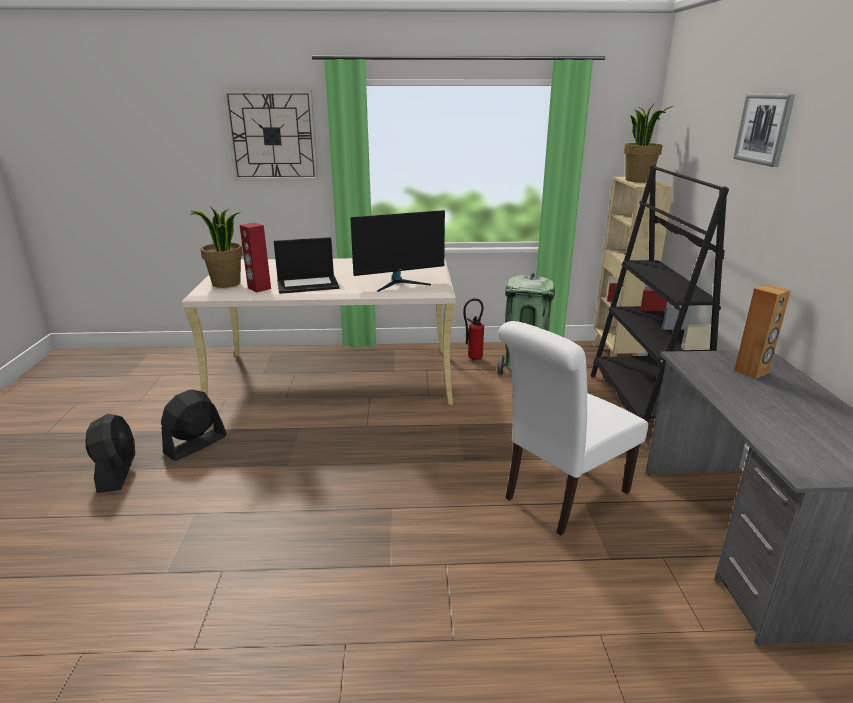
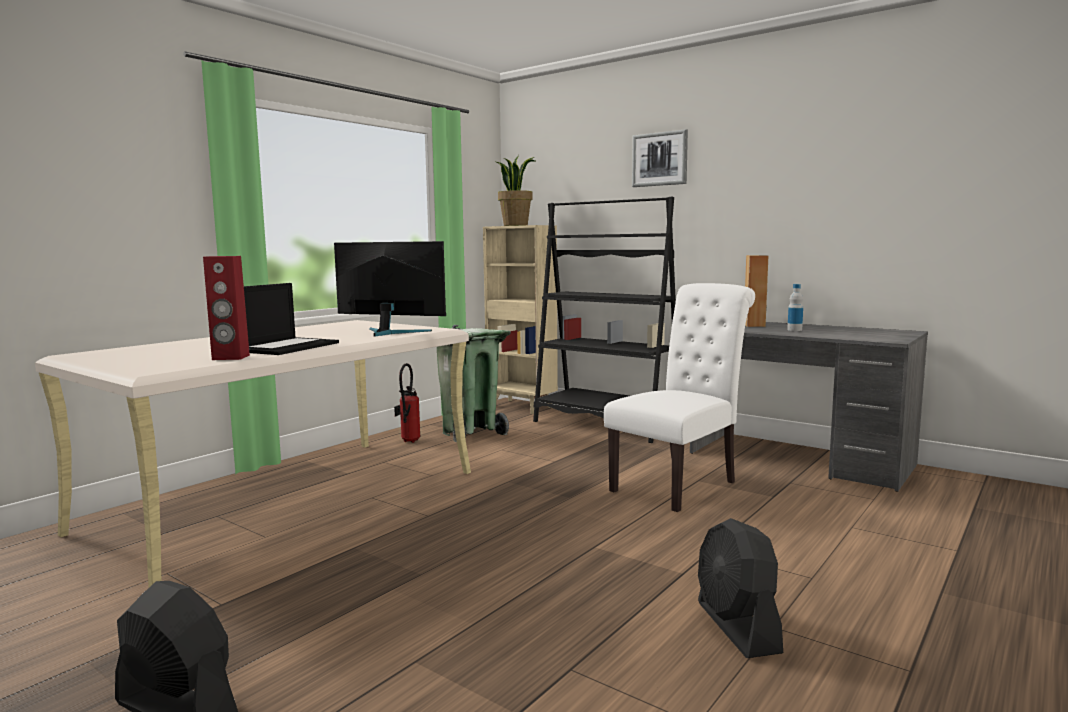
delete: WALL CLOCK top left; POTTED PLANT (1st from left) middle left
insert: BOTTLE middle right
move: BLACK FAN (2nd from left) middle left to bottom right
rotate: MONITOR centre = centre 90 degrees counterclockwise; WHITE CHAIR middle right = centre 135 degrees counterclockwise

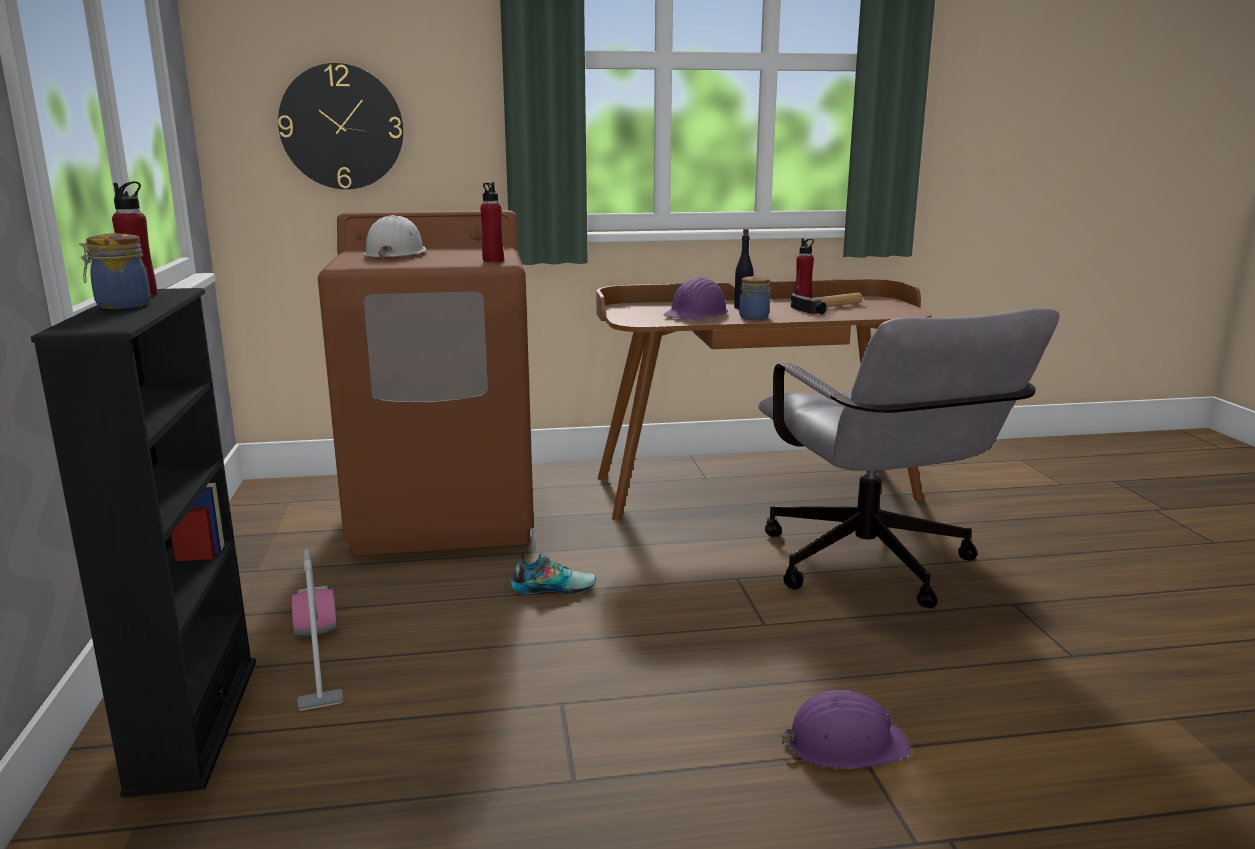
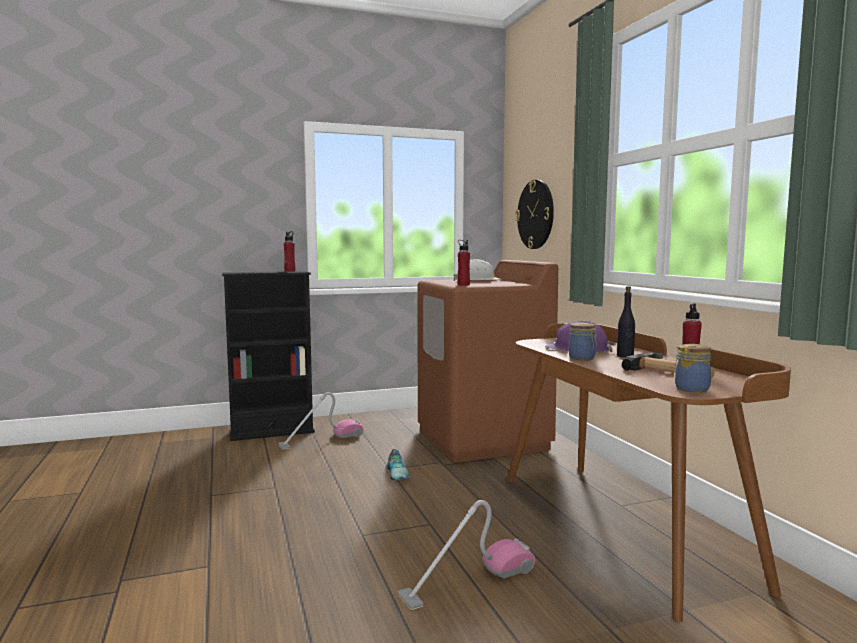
delete: PURPLE HARD HAT (2nd from left) bottom right
move: JAR (1st from left in the first image) top left to JAR (2nd from left) middle right
replace: GREY OFFICE CHAIR middle right to VACUUM CLEANER (2nd from left) bottom centre

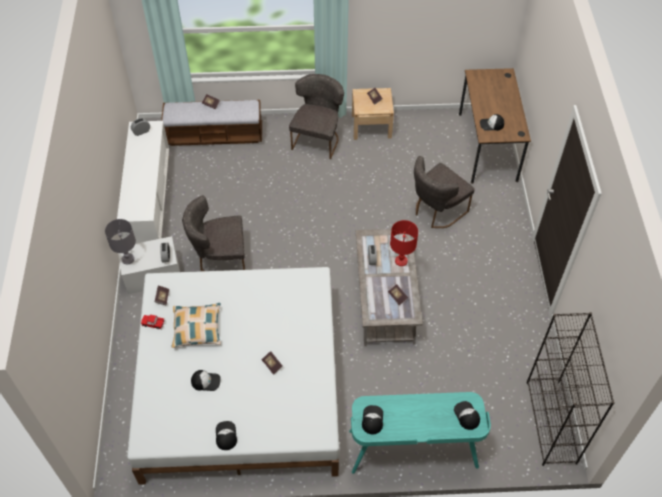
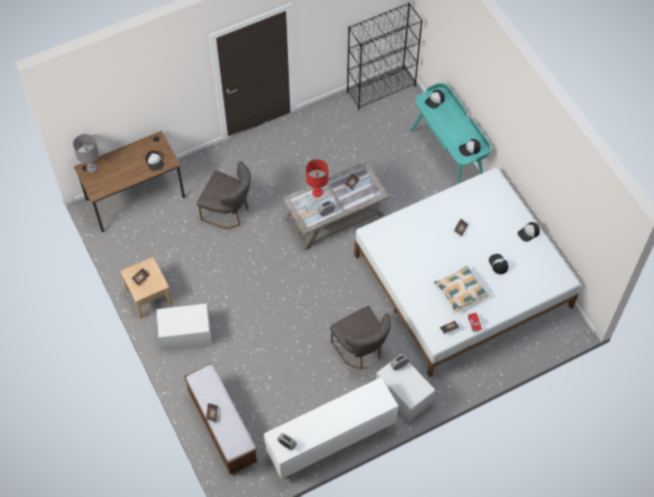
move: GREY TABLE LAMP middle left to top left
replace: GREY CHAIR (2nd from left) top centre to WHITE STORAGE BOX (1st from left) middle left

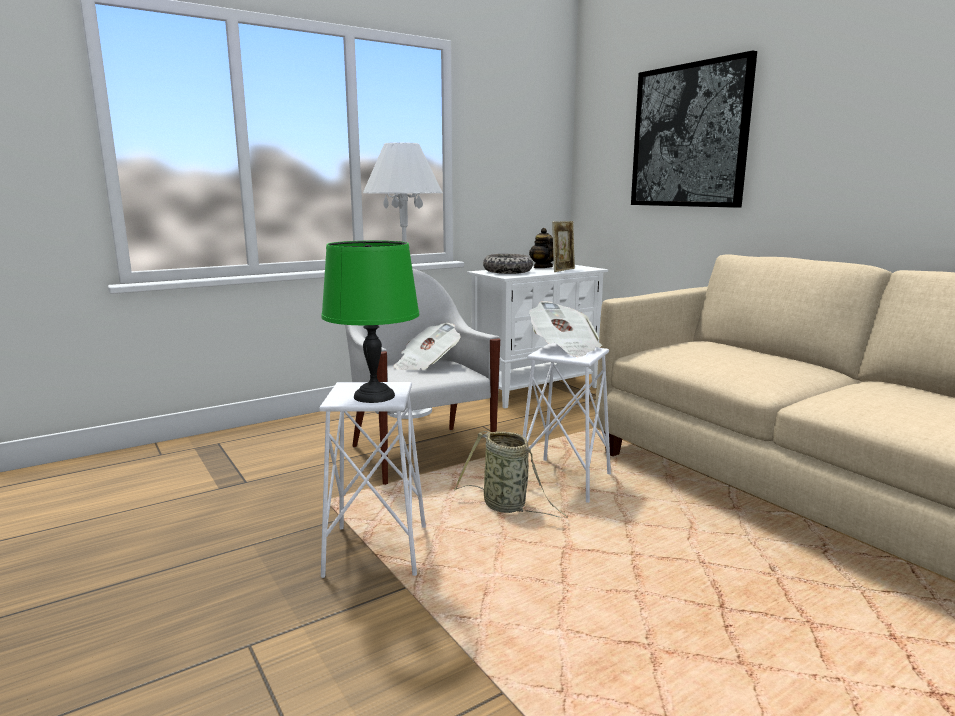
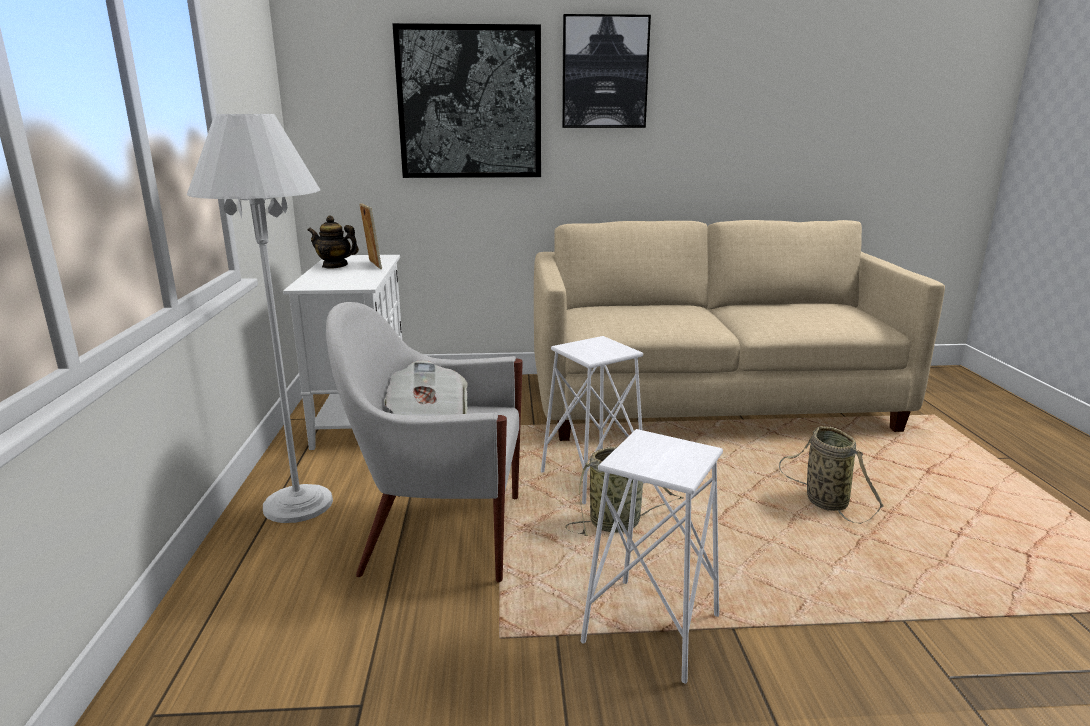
delete: GREEN TABLE LAMP centre; BOWL centre; NEWSPAPER (2nd from left) centre
insert: PICTURE (2nd from left) top centre; BASKET (2nd from left) middle right

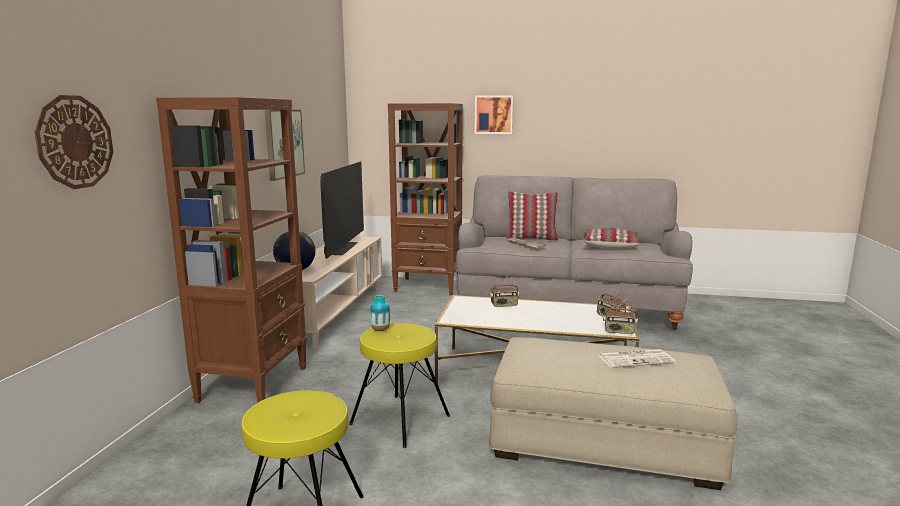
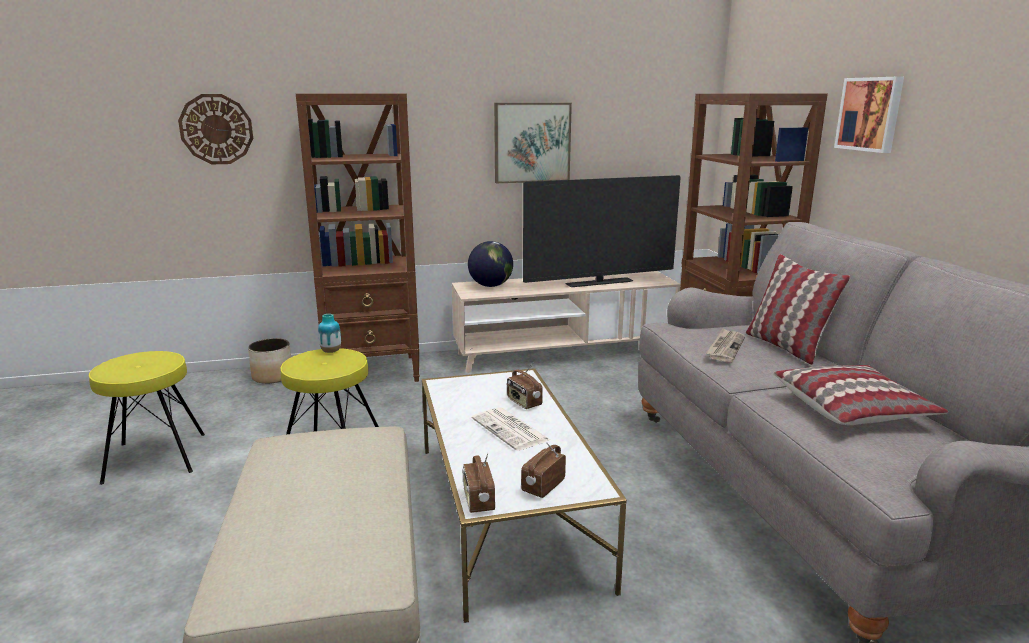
insert: PLANTER middle left
move: NEWSPAPER (2nd from left in the first image) bottom right to NEWSPAPER (1st from left) bottom centre

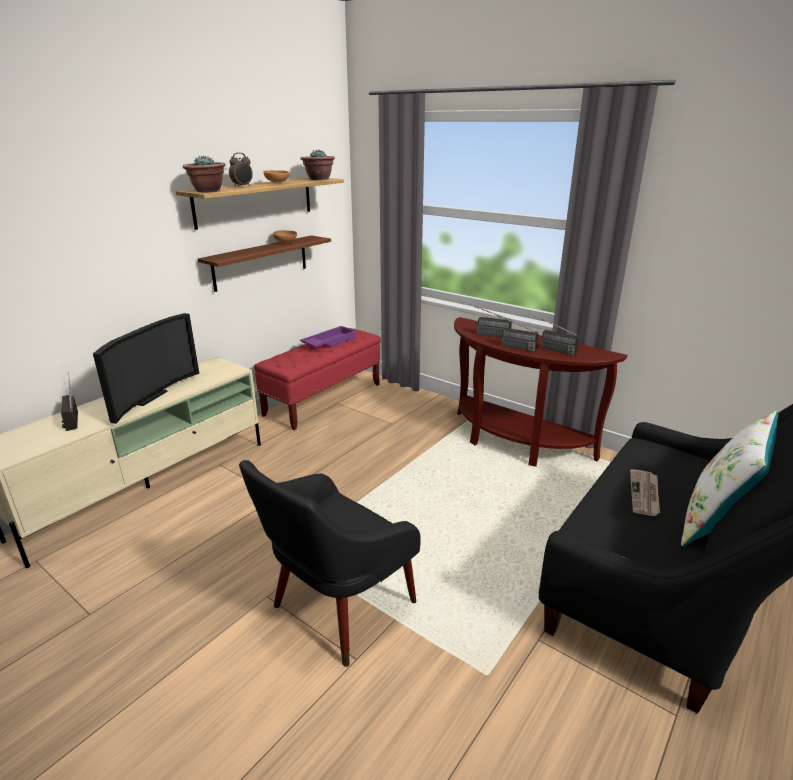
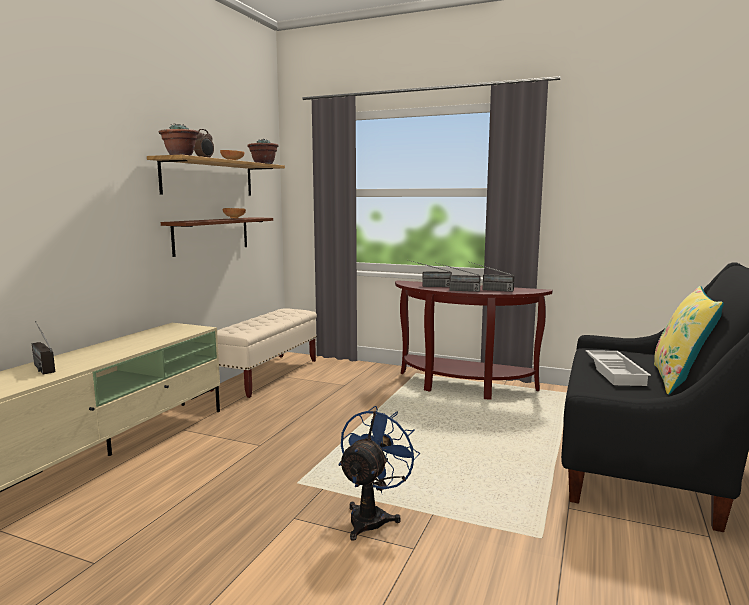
delete: TELEVISION middle left; PURPLE TRAY centre
replace: BLACK ARMCHAIR bottom centre to BLUE FAN bottom centre; NEWSPAPER middle right to WHITE TRAY middle right
recolor: RED BENCH centre to BEIGE BENCH centre; WHITE PILLOW middle right to YELLOW PILLOW middle right

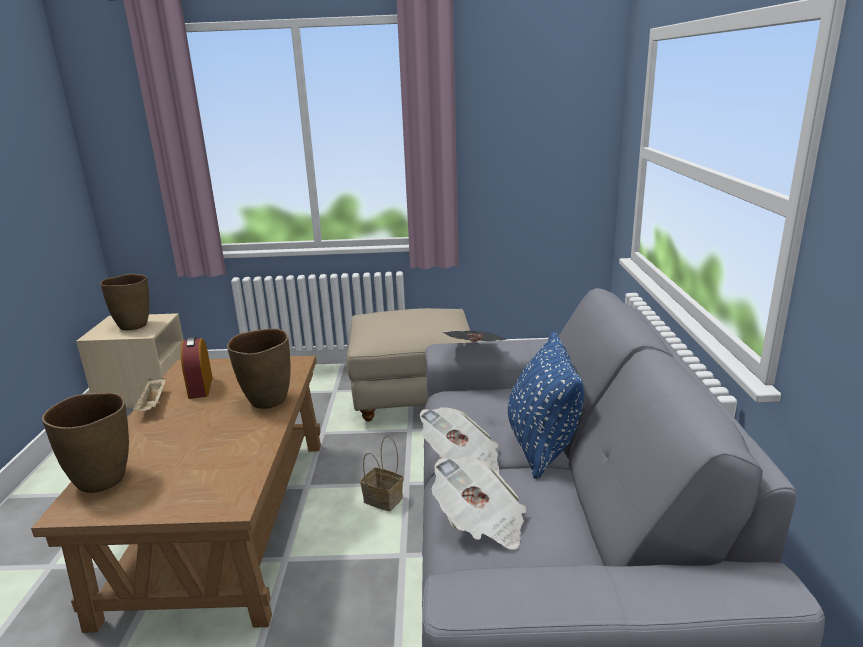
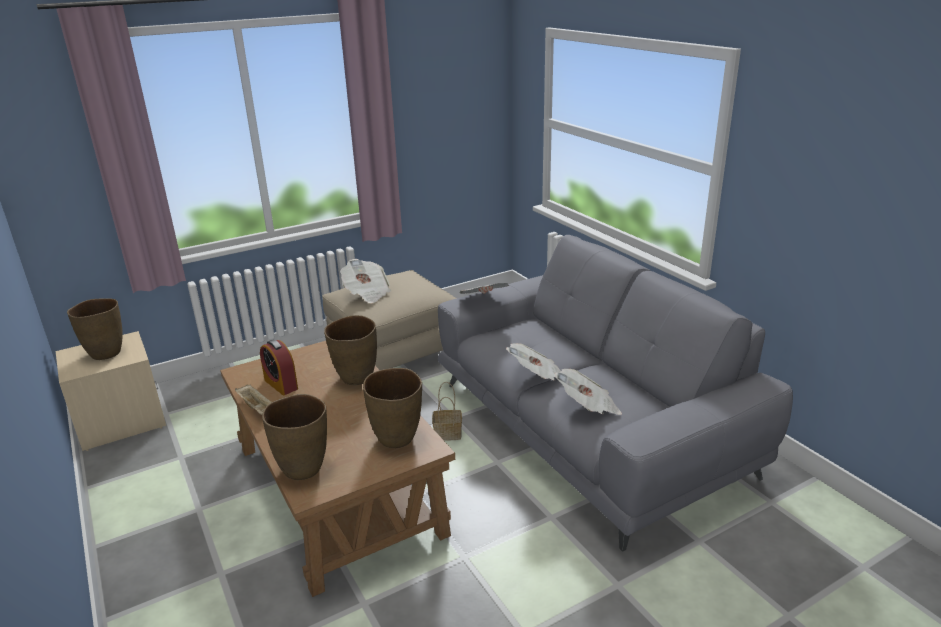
delete: BLUE PILLOW centre
insert: NEWSPAPER (1st from left) centre; BROWN VASE (4th from left) centre

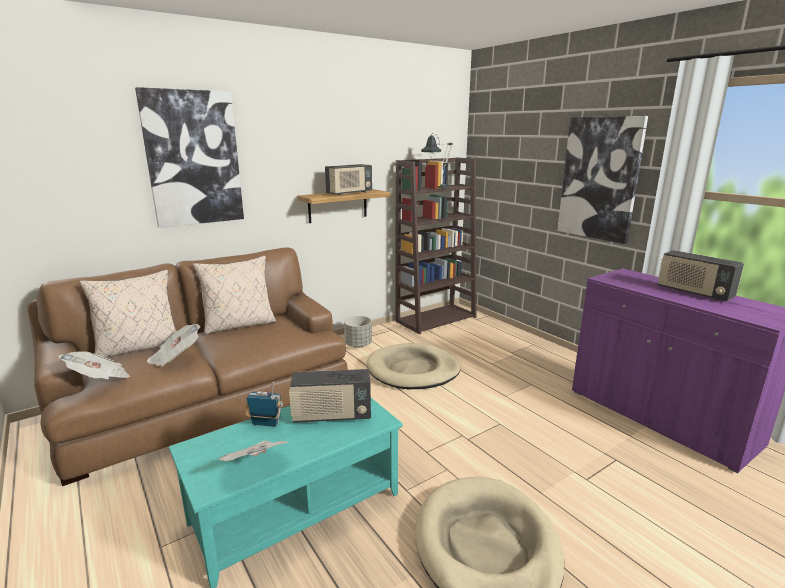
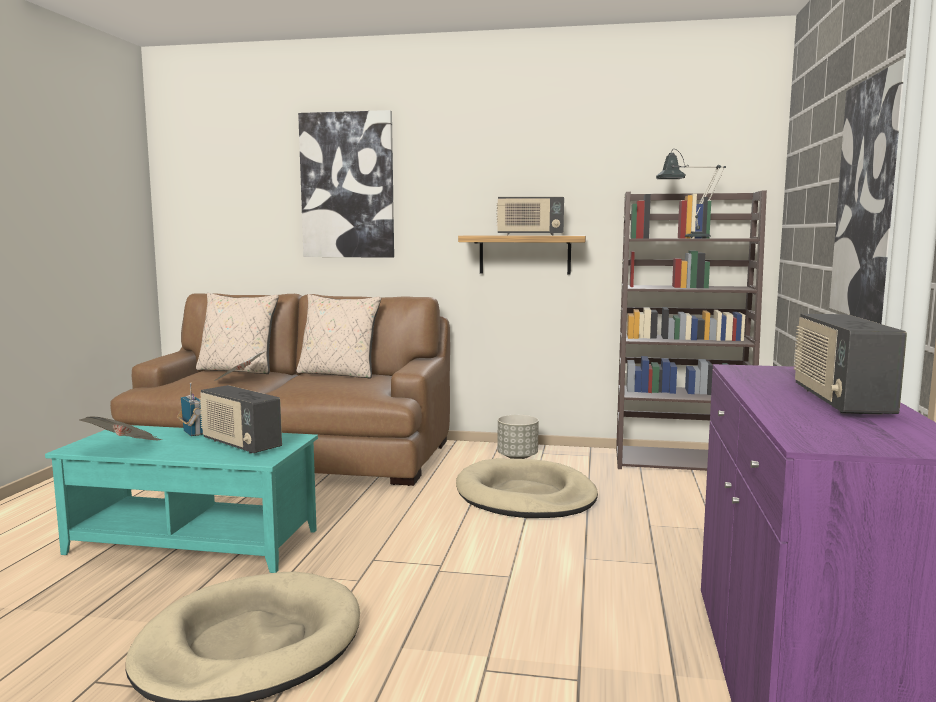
delete: NEWSPAPER (1st from left) middle left

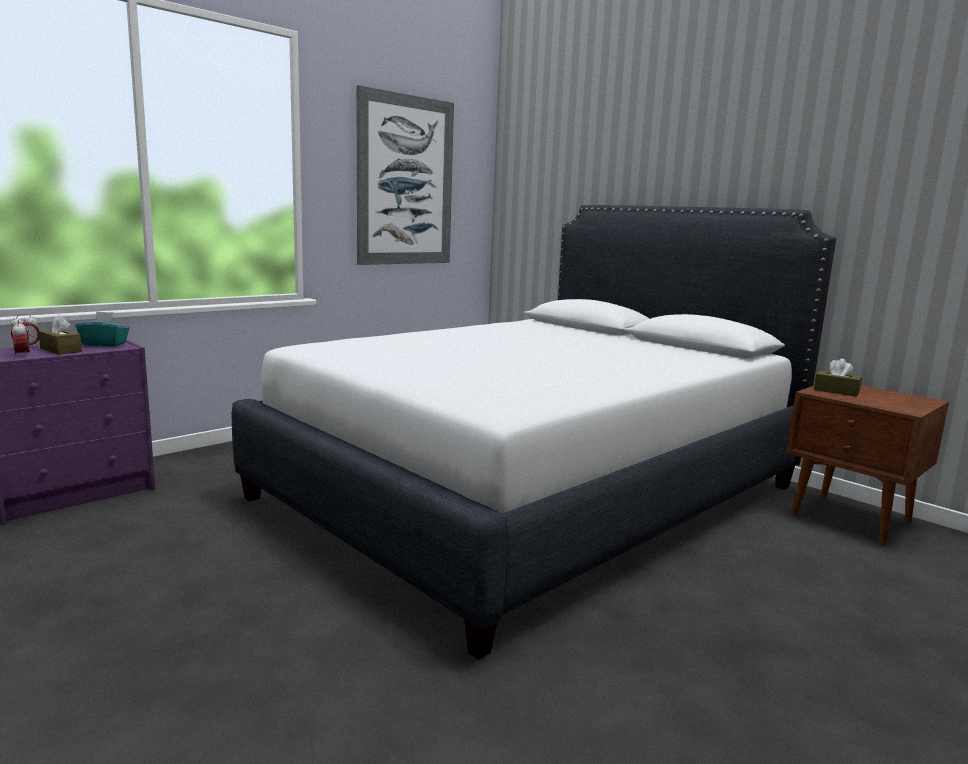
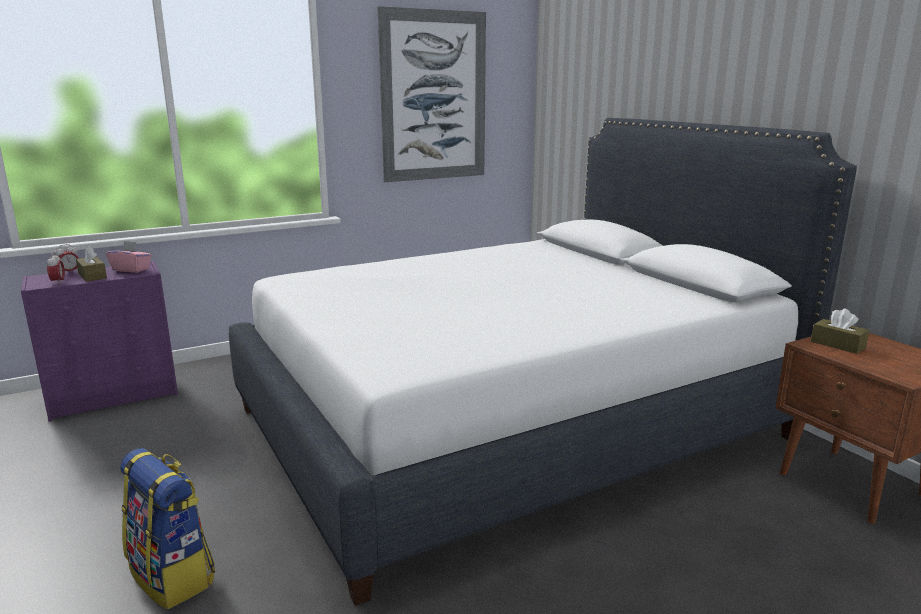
insert: BACKPACK bottom left
recolor: TURQUOISE TISSUE BOX middle left to PINK TISSUE BOX middle left

